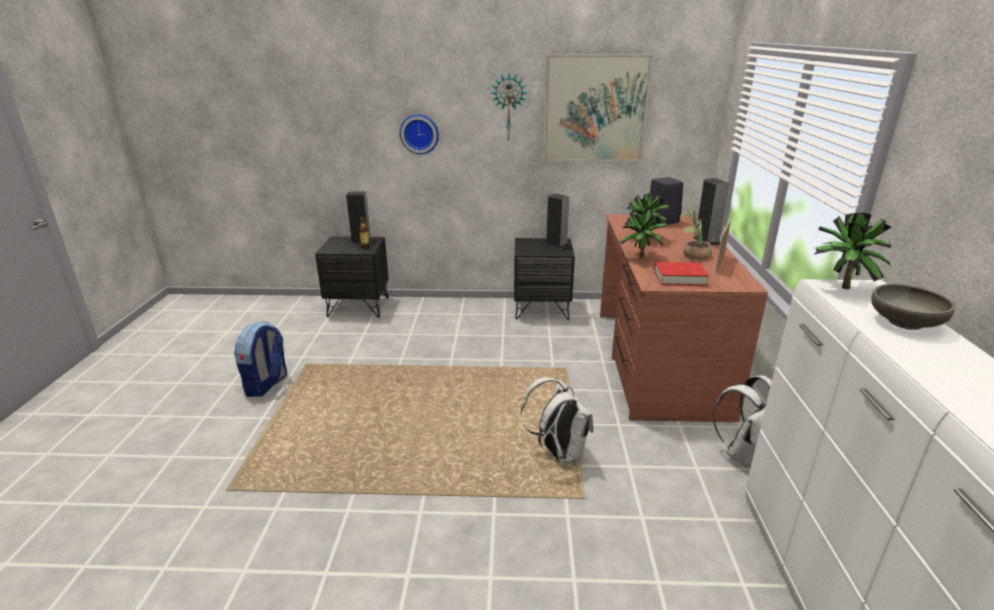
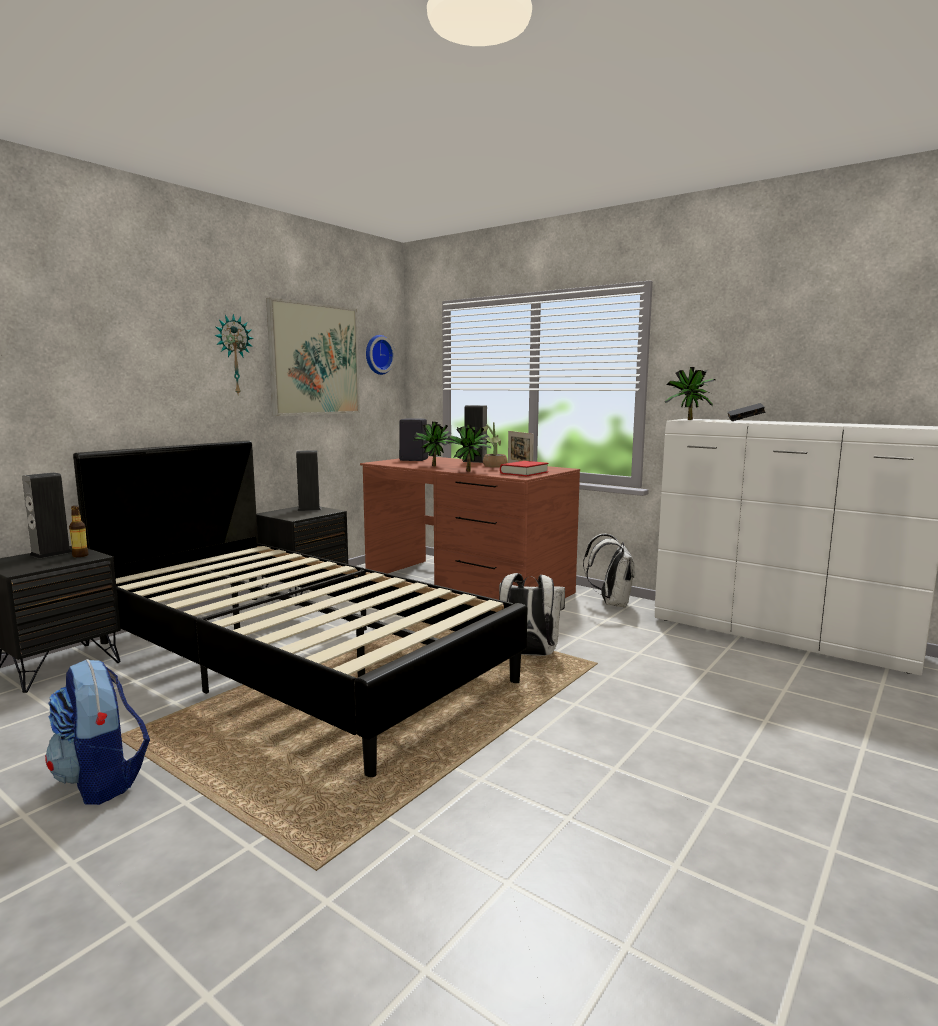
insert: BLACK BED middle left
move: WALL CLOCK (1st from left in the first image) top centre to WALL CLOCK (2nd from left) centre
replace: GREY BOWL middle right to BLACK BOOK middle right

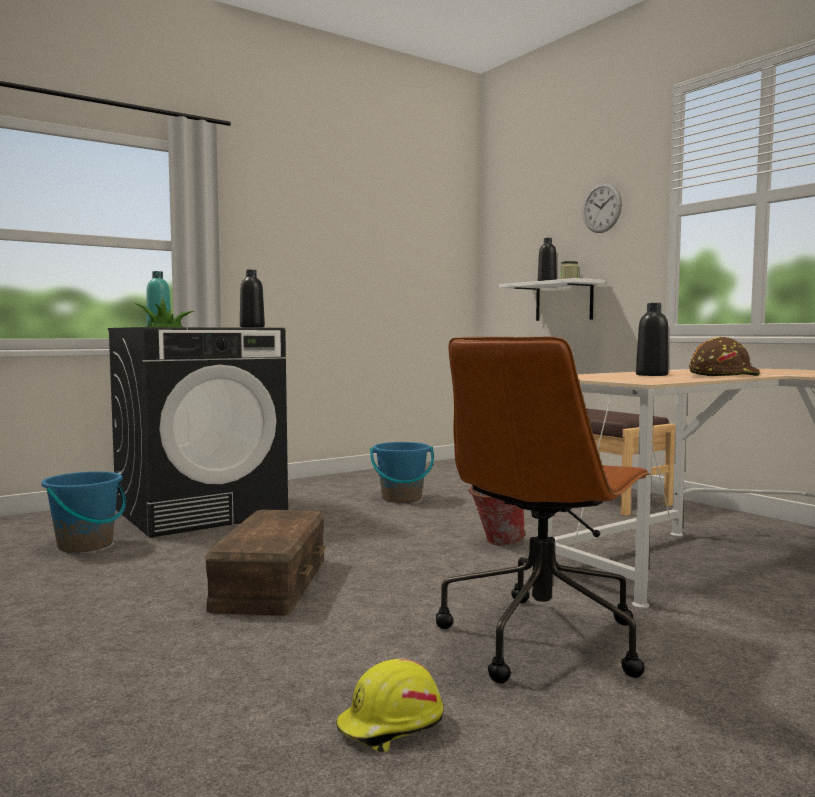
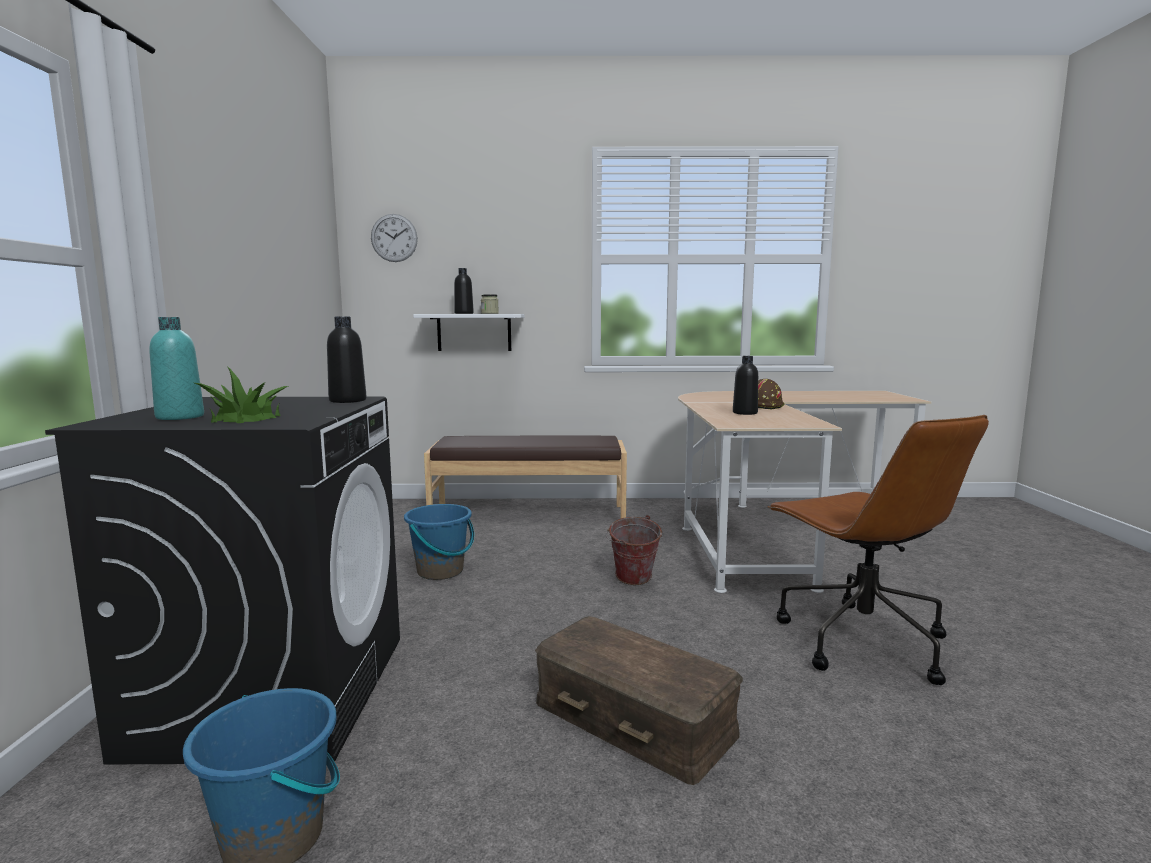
delete: YELLOW HARD HAT bottom centre
move: WALL CLOCK top right to top centre

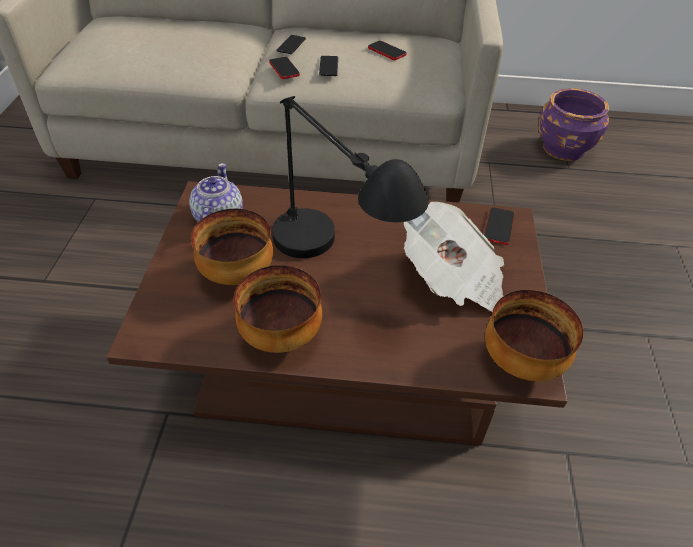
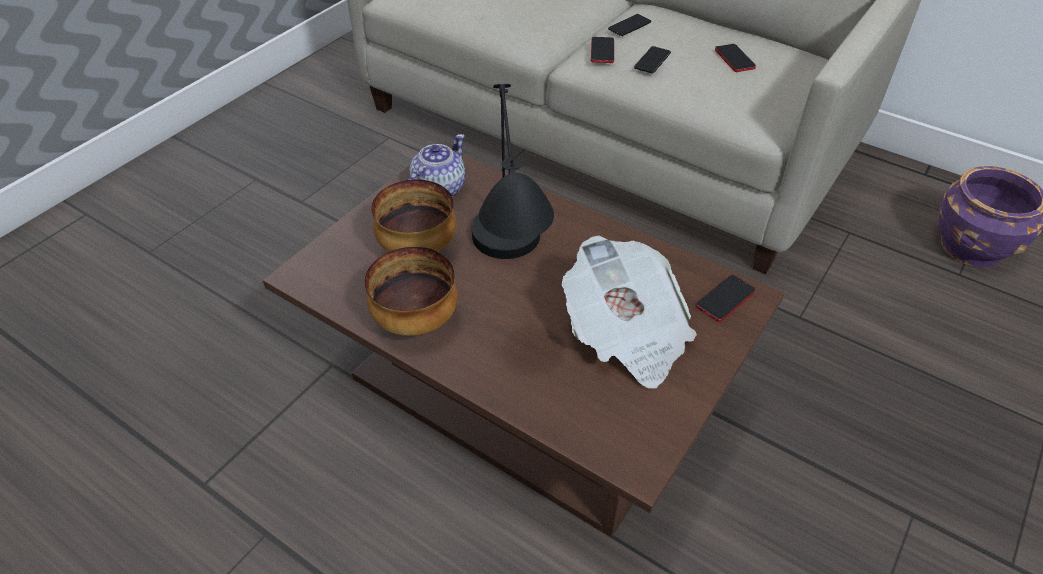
delete: BOWL (3rd from left) middle right

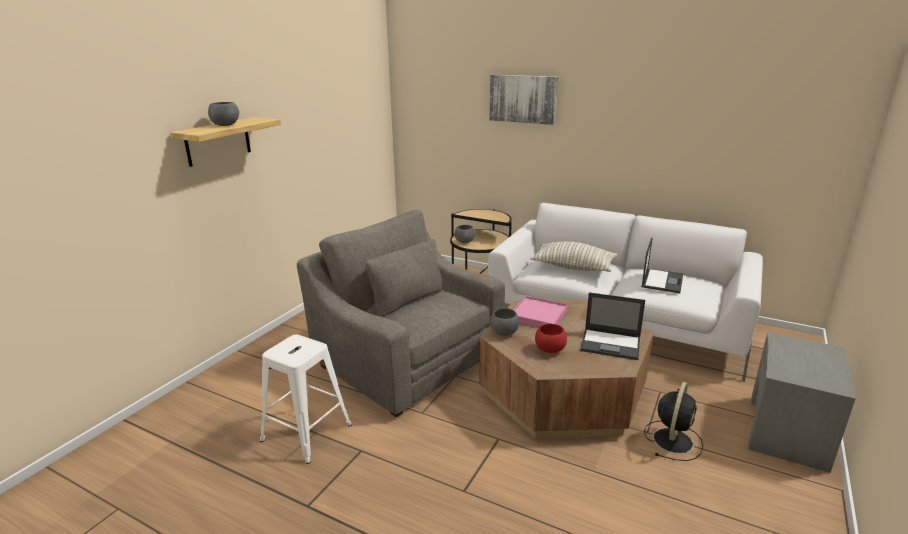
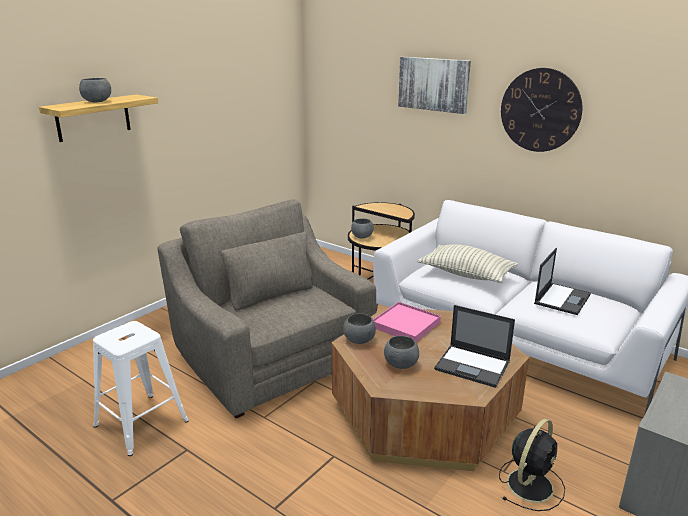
insert: WALL CLOCK top right
recolor: RED BOWL centre to GREY BOWL (4th from left) bottom centre

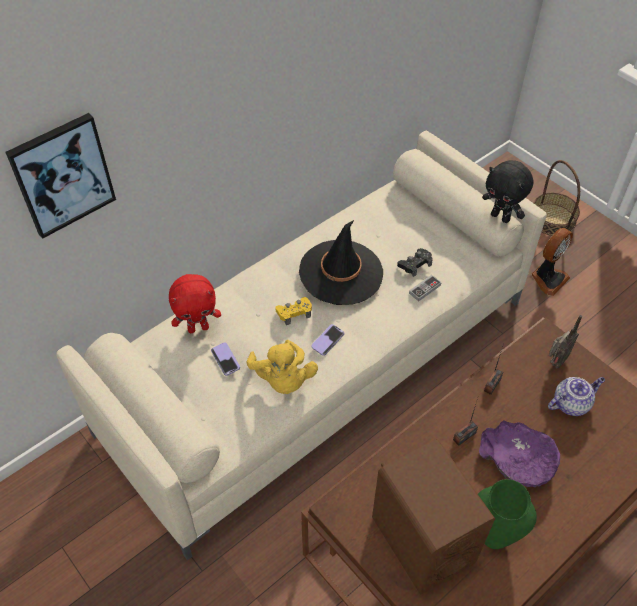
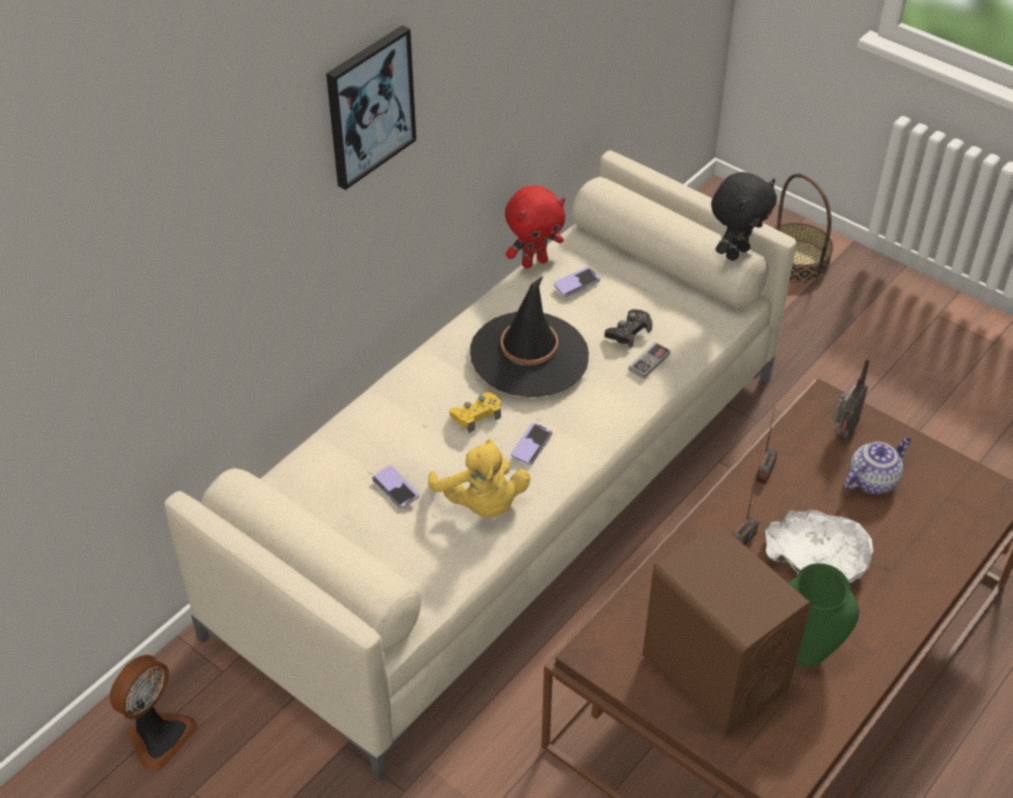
insert: PHONE (3rd from left) centre
move: PICTURE top left to top centre; FAN middle right to bottom left; RED PLUSH TOY middle left to top centre
recolor: PURPLE BOWL bottom right to WHITE BOWL bottom right
rotate: BLACK PLUSH TOY top right = top right 75 degrees counterclockwise

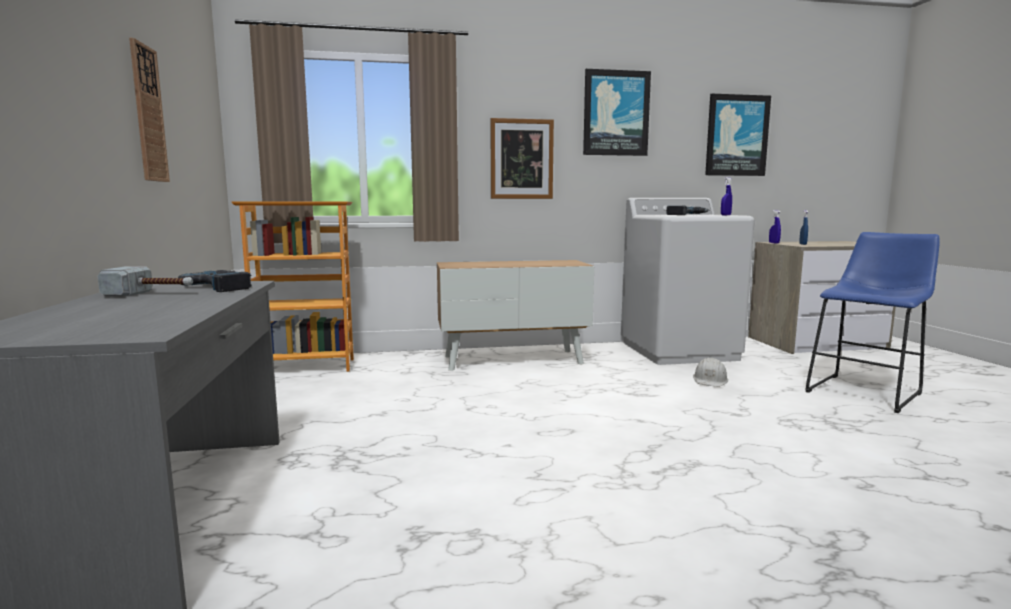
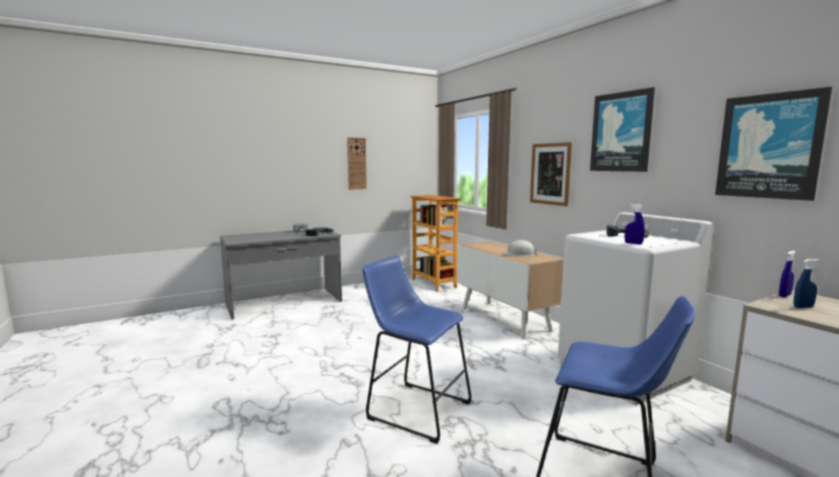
insert: BLUE STOOL (1st from left) bottom centre
move: WHITE HARD HAT middle right to centre

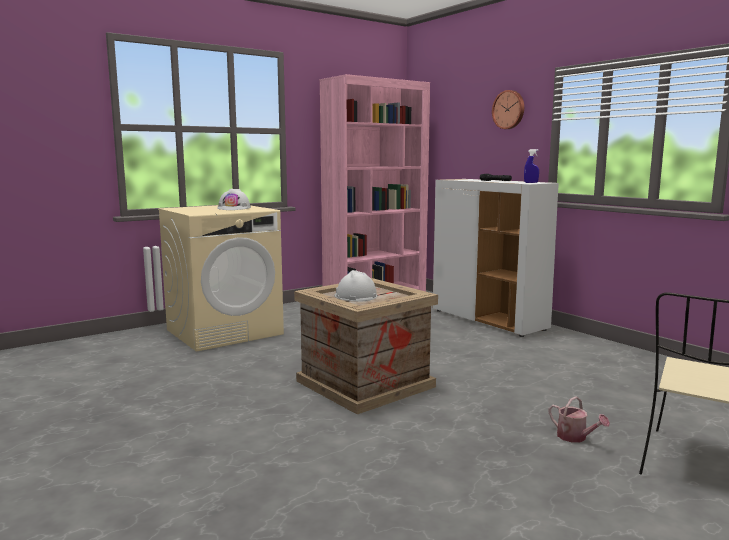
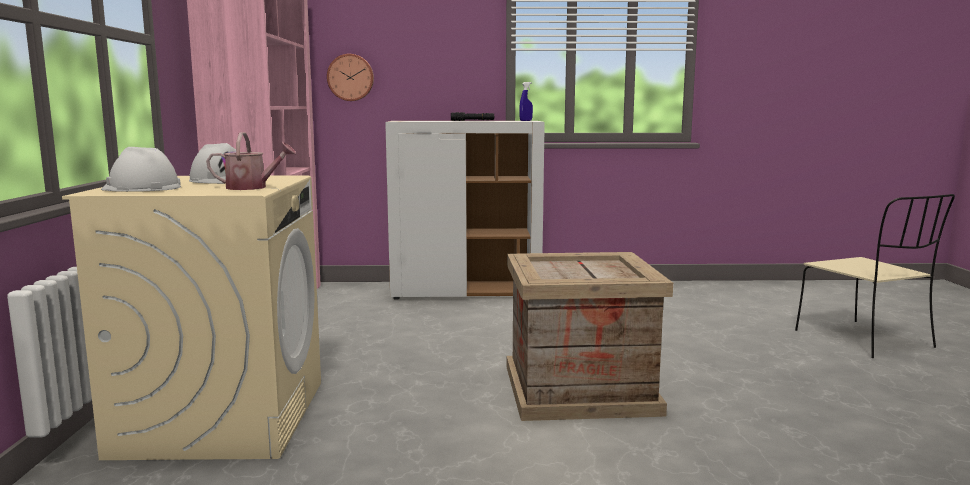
move: WALL CLOCK top right to top centre; WHITE HARD HAT (2nd from left in the first image) centre to WHITE HARD HAT (1st from left) middle left; WATERING CAN bottom right to top left

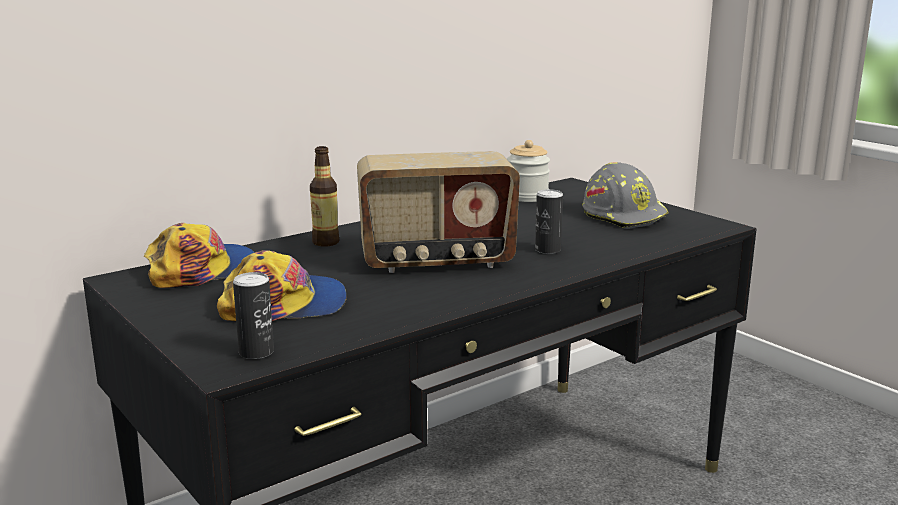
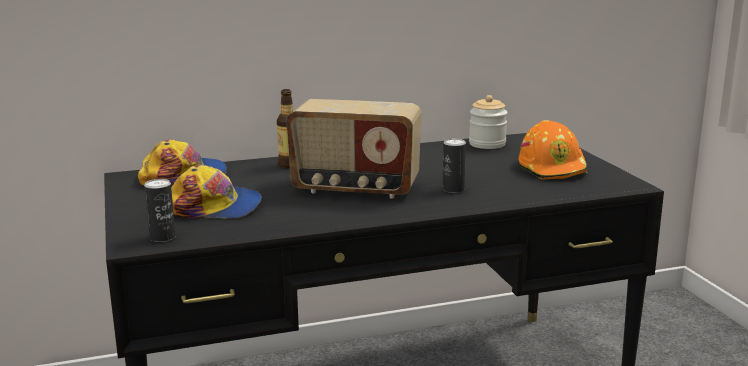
recolor: GREY HARD HAT middle right to ORANGE HARD HAT middle right

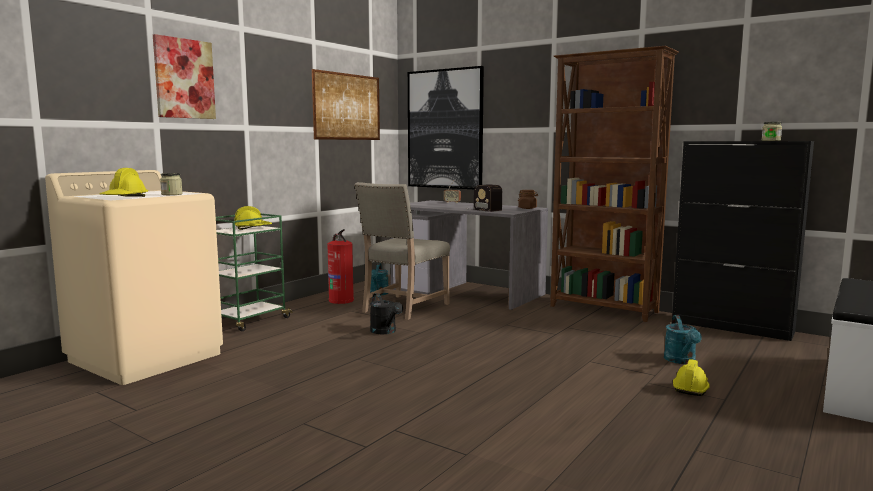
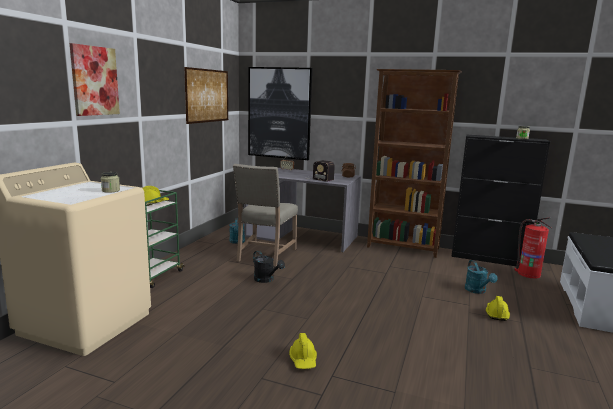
move: YELLOW HARD HAT (1st from left in the first image) middle left to YELLOW HARD HAT (2nd from left) bottom centre; FIRE EXTINGUISHER centre to middle right

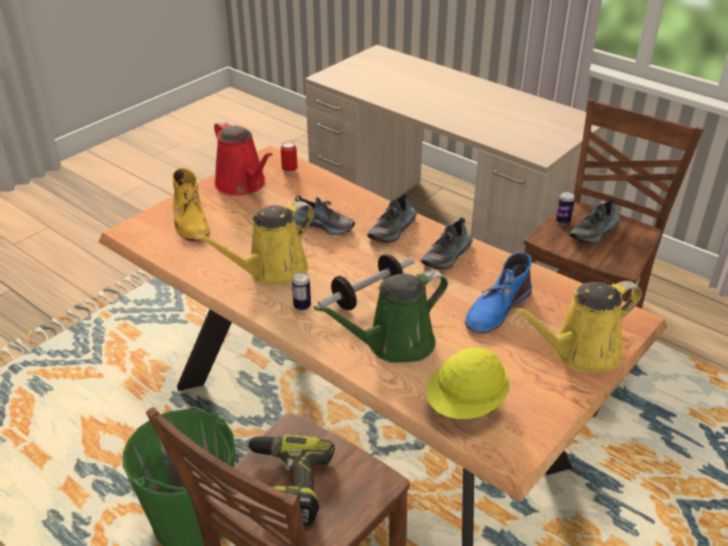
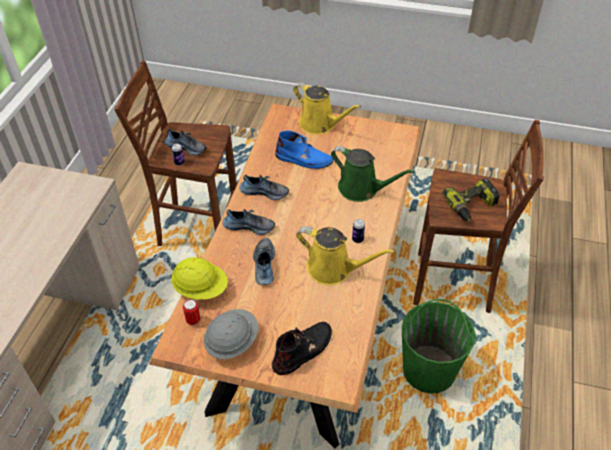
delete: DUMBBELL centre
move: YELLOW HARD HAT bottom centre to middle left
replace: RED WATERING CAN top centre to GREY HARD HAT bottom centre
recolor: YELLOW BOOT middle left to BLACK BOOT bottom centre

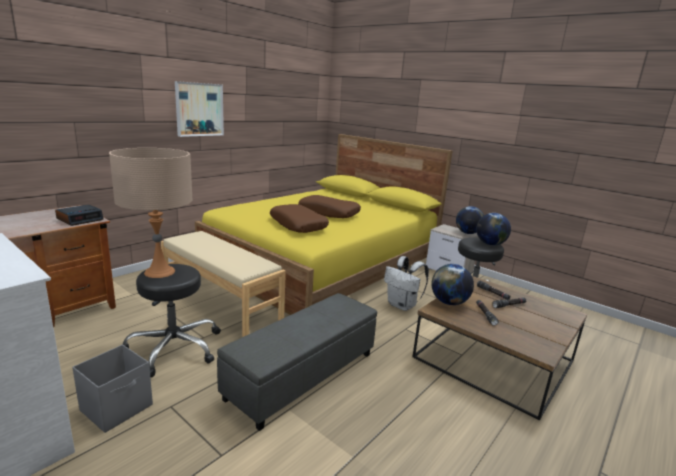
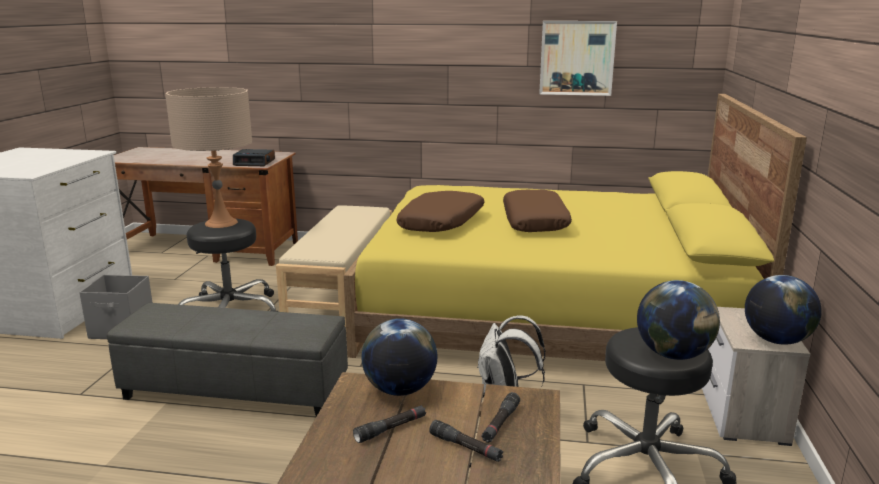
move: PICTURE top left to top centre

